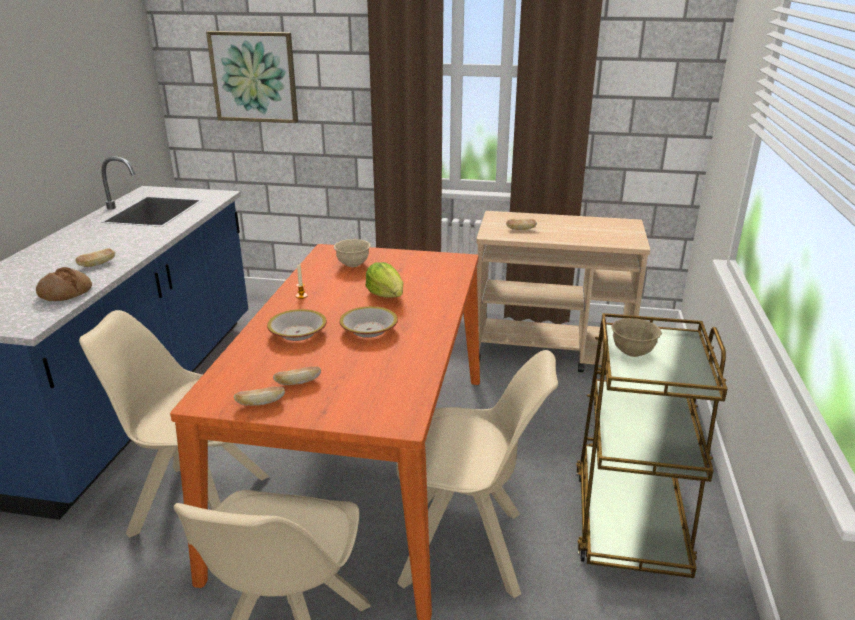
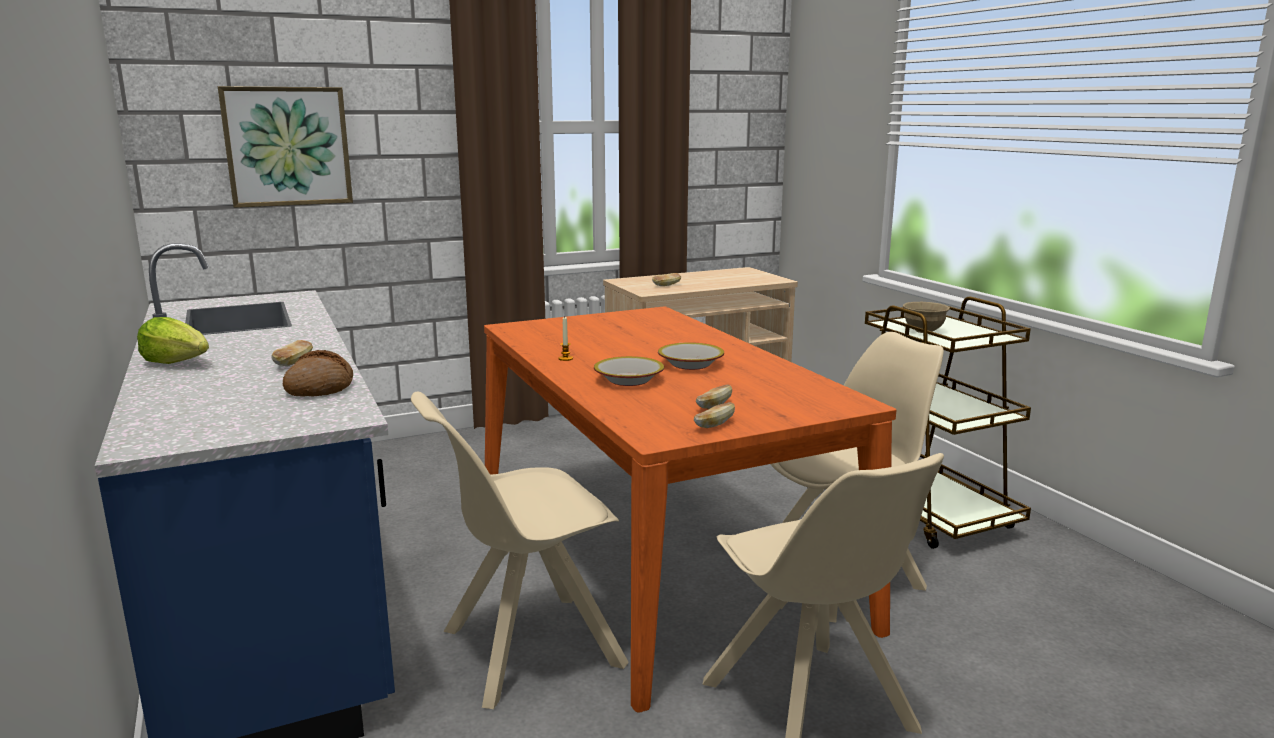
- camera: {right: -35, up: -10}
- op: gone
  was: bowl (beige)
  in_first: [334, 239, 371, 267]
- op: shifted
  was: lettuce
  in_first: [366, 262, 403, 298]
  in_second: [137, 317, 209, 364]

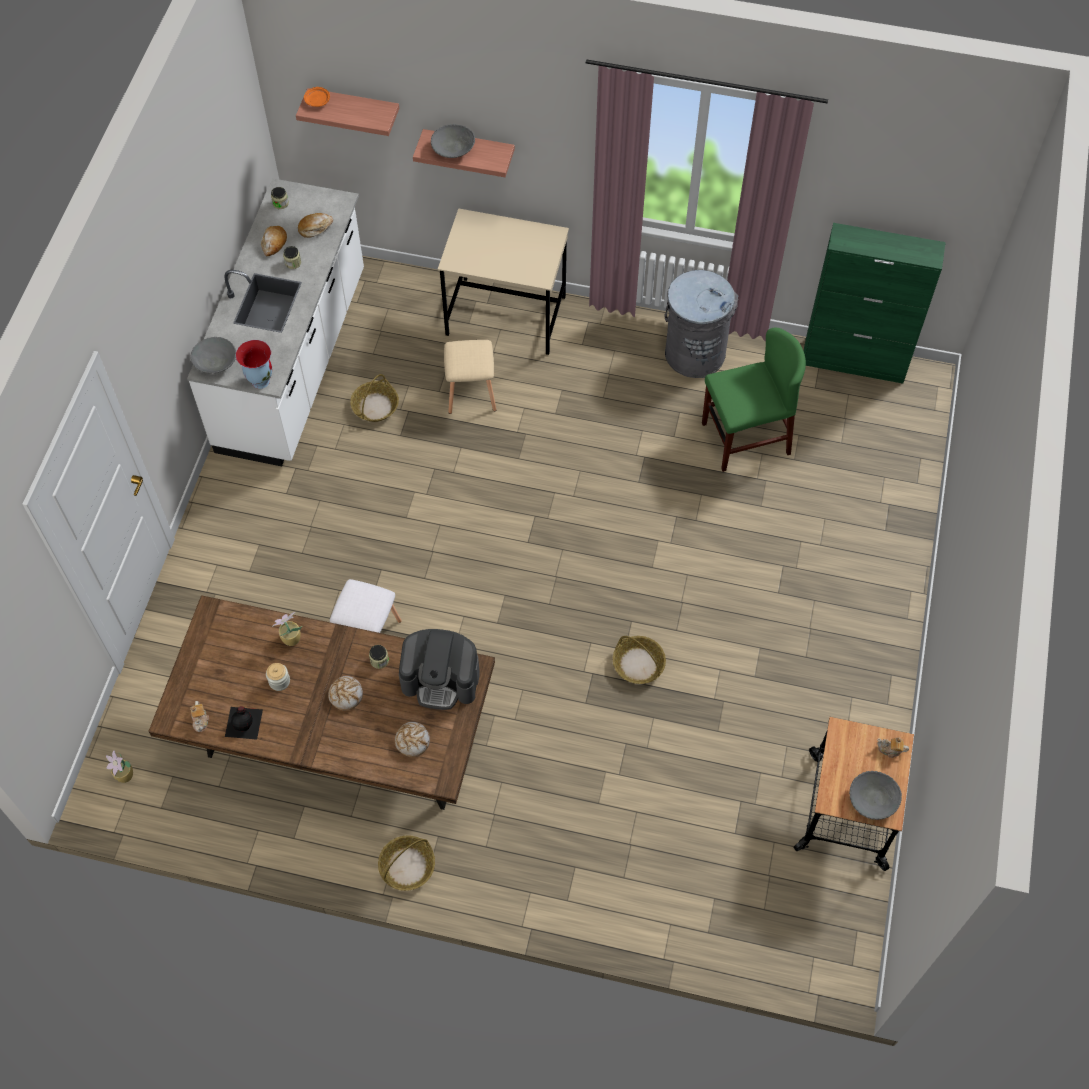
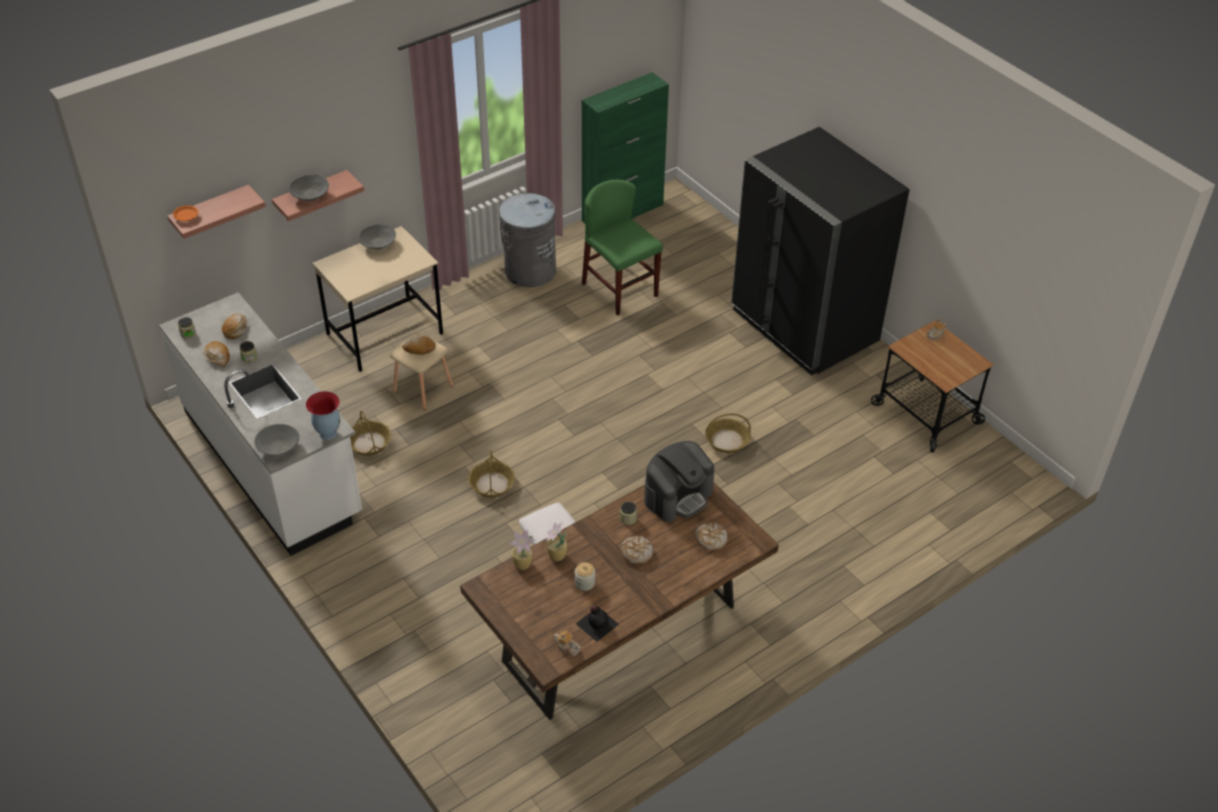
- camera: {right: -50, up: -15}
- op: rotated
  was: chair (green)
  in_first: [702, 328, 806, 472]
  in_second: [582, 180, 663, 316]
  clockwise: -60
- op: shifted
  was: potted plant
  in_first: [106, 750, 133, 783]
  in_second: [510, 530, 535, 570]
- op: shifted
  was: bowl (grey)
  in_first: [849, 771, 902, 820]
  in_second: [358, 224, 396, 250]
- op: shifted
  was: basket
  in_first: [378, 835, 435, 891]
  in_second: [468, 450, 515, 498]
- op: new
  now: fridge (black)
  in_second: [731, 127, 910, 376]
- op: new
  now: bread
  in_second: [402, 336, 436, 355]

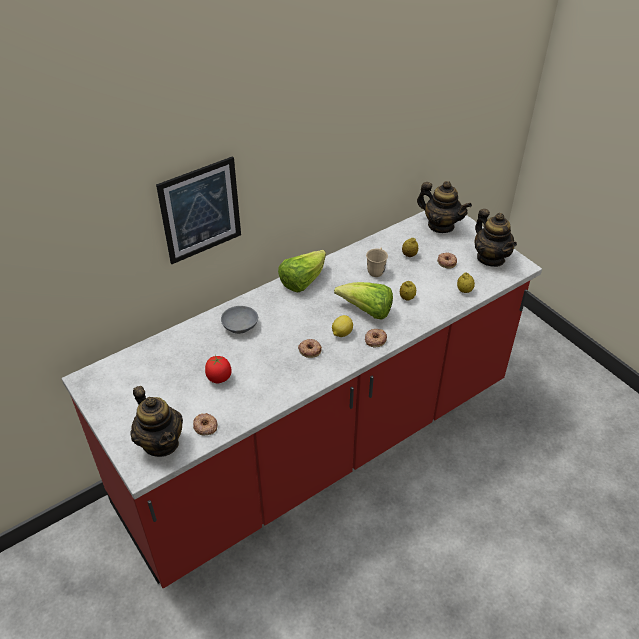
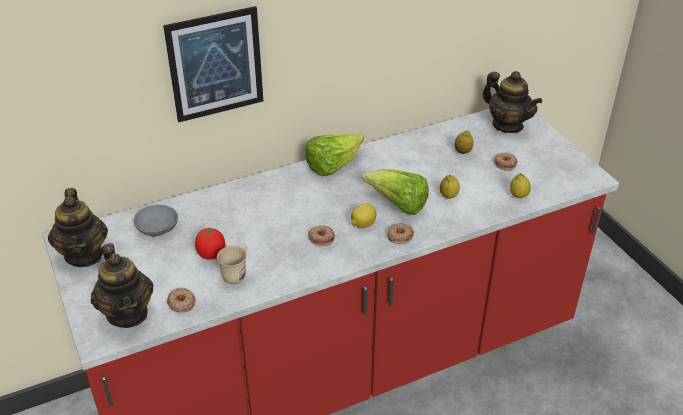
- camera: {right: 10, up: -5}
- op: shifted
  was: teapot
  in_first: [474, 209, 517, 267]
  in_second: [48, 188, 108, 267]
- op: shifted
  was: mug (beige)
  in_first: [366, 248, 388, 277]
  in_second: [217, 245, 247, 285]
- op: shifted
  was: bowl (grey)
  in_first: [221, 306, 258, 334]
  in_second: [134, 205, 178, 236]

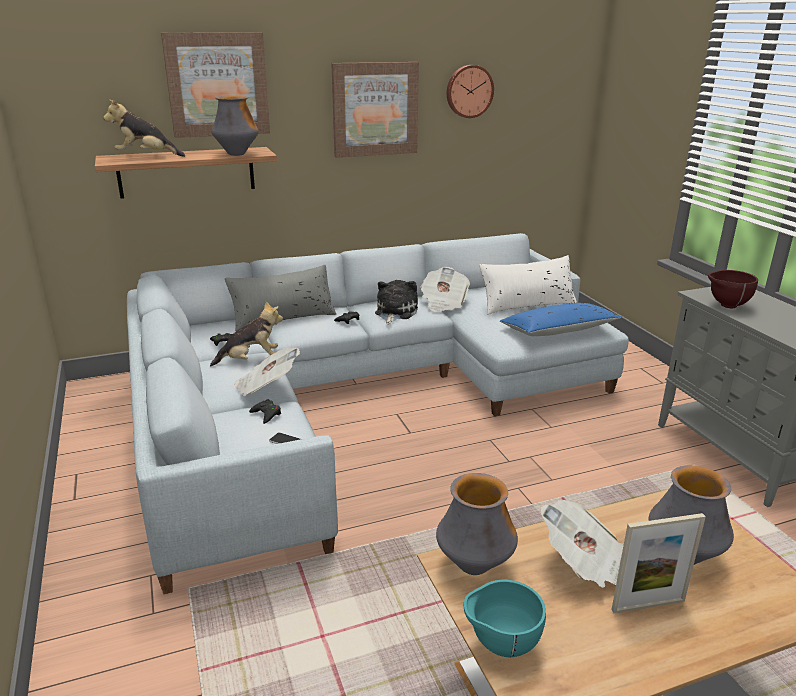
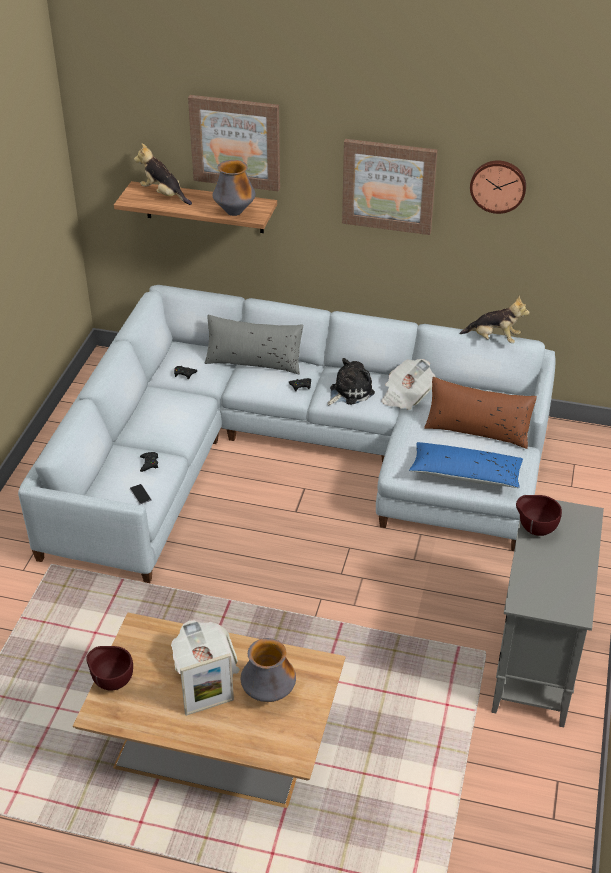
- camera: {right: 35, up: 15}
- op: repainted
  was: pillow (white)
  now: pillow (brown)
  in_first: [479, 255, 577, 315]
  in_second: [424, 377, 537, 449]
- op: shifted
  was: plush toy
  in_first: [210, 301, 283, 367]
  in_second: [460, 296, 530, 343]
- op: gone
  was: newspaper
  in_first: [234, 346, 300, 396]
- op: gone
  was: vase
  in_first: [436, 473, 518, 575]
- op: rotated
  was: picture frame
  in_first: [611, 513, 706, 613]
  in_second: [180, 653, 234, 716]
  clockwise: -45
- op: repainted
  was: bowl (turquoise)
  now: bowl (brown)
  in_first: [464, 579, 546, 657]
  in_second: [86, 646, 133, 691]

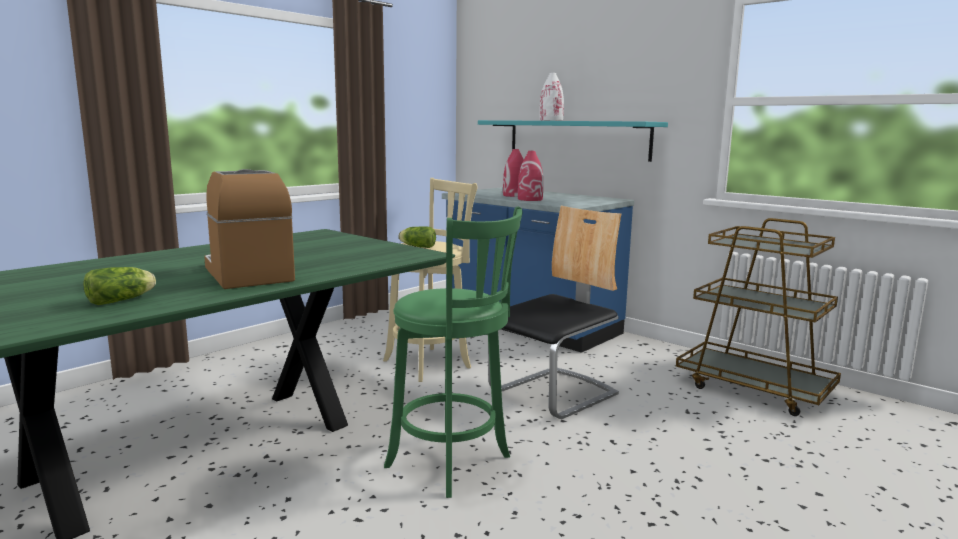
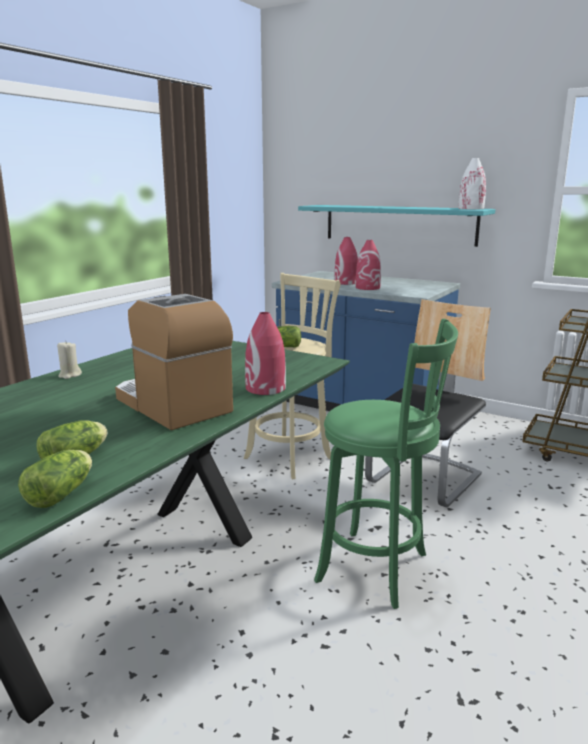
- camera: {right: -10, up: 5}
- op: shifted
  was: vase (white)
  in_first: [539, 73, 564, 121]
  in_second: [458, 158, 486, 209]
- op: new
  now: vase (red)
  in_second: [245, 312, 286, 395]
- op: new
  now: candle (beige)
  in_second: [57, 342, 82, 379]
- op: new
  now: lettuce
  in_second: [18, 450, 92, 508]

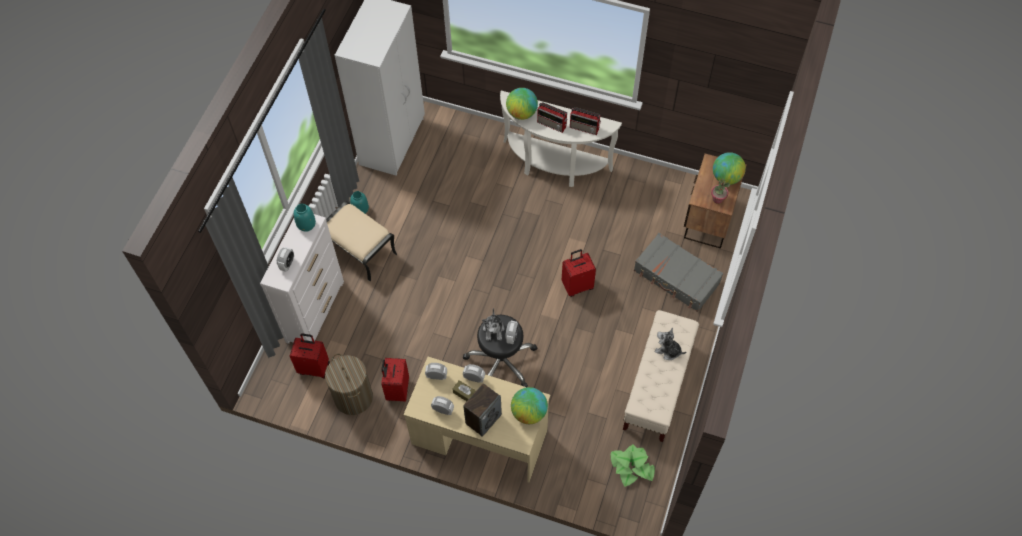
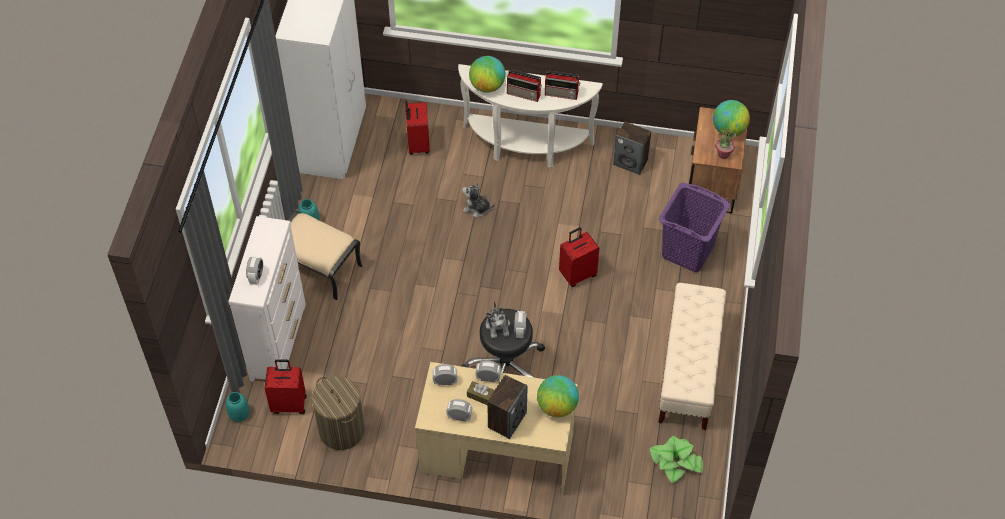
- camera: {right: -10, up: -5}
- op: shifted
  was: vase (turquoise)
  in_first: [294, 204, 316, 232]
  in_second: [226, 392, 250, 422]
- op: swapped
  was: suitcase (grey)
  now: laundry basket (purple)
  in_first: [634, 233, 723, 312]
  in_second: [659, 183, 730, 272]
- op: shifted
  was: plush toy
  in_first: [654, 328, 686, 360]
  in_second: [462, 181, 495, 217]
- op: shifted
  was: suitcase (red)
  in_first: [381, 358, 409, 402]
  in_second: [405, 101, 430, 155]
- op: new
  now: speaker
  in_second: [613, 122, 651, 175]

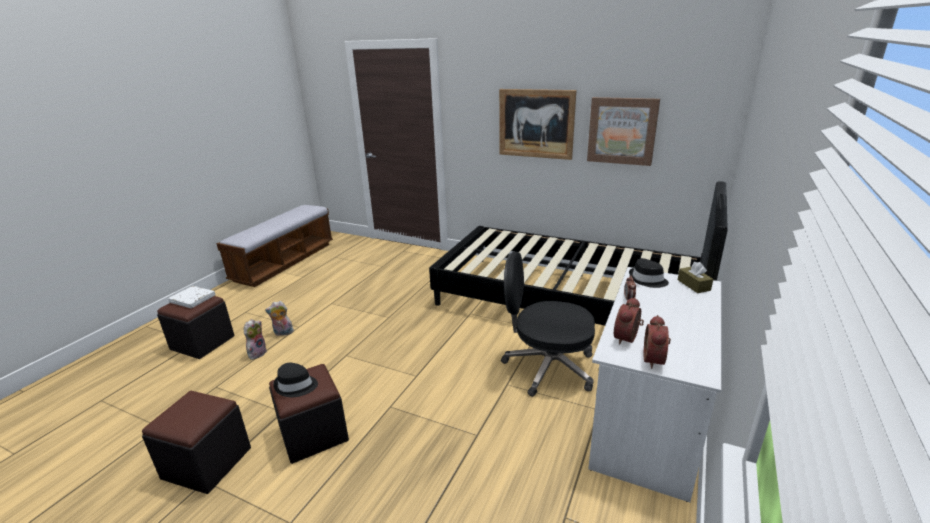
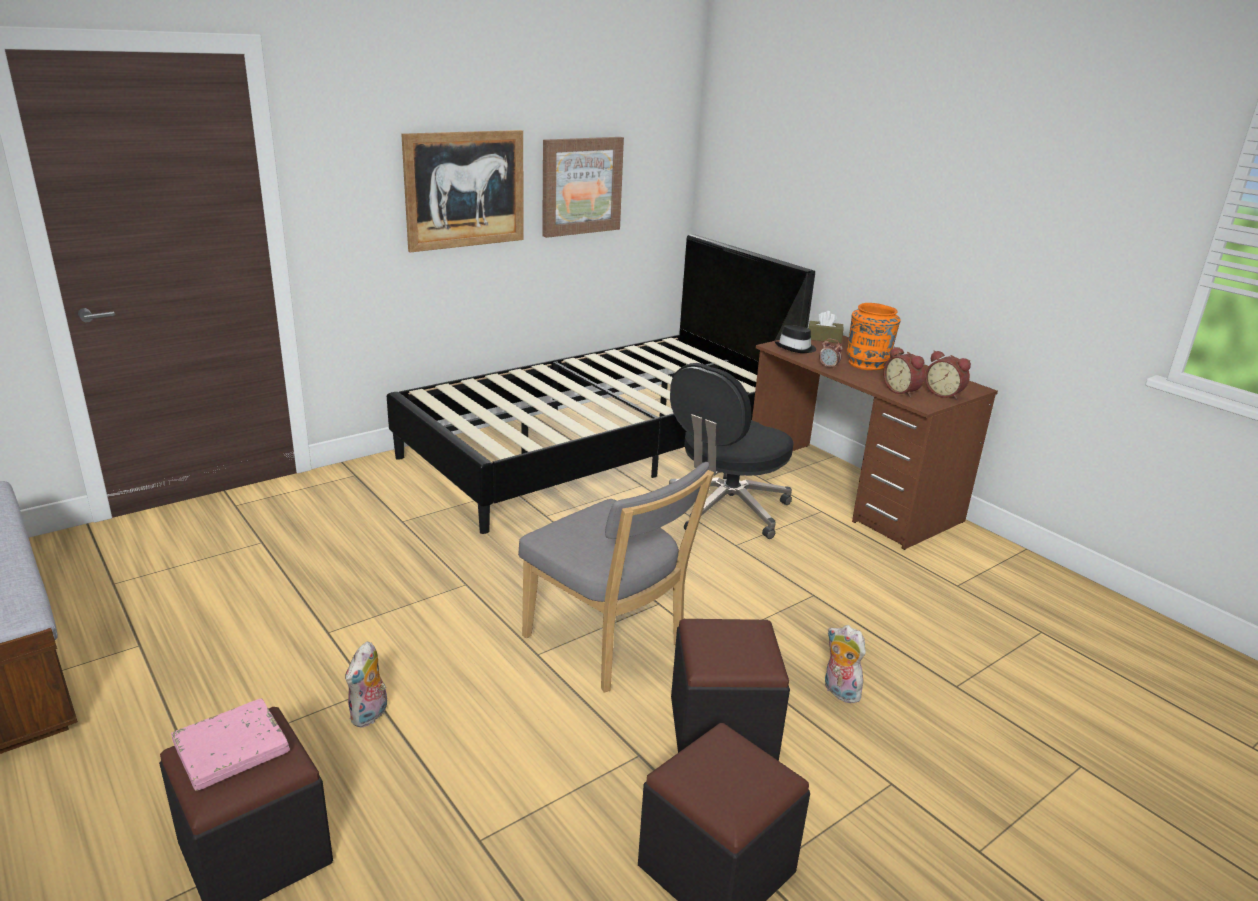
- camera: {right: -65, up: 0}
- op: repainted
  was: desk (white)
  now: desk (brown)
  in_first: [588, 267, 721, 502]
  in_second: [752, 335, 998, 550]
- op: repainted
  was: book (white)
  now: book (pink)
  in_first: [168, 286, 216, 308]
  in_second: [171, 698, 290, 791]
- op: shifted
  was: plush toy
  in_first: [244, 319, 267, 360]
  in_second: [825, 625, 866, 704]
- op: gone
  was: hat (black)
  in_first: [273, 363, 318, 397]
- op: new
  now: vase (orange)
  in_second: [846, 303, 901, 370]
- op: new
  now: chair (grey)
  in_second: [518, 462, 714, 693]

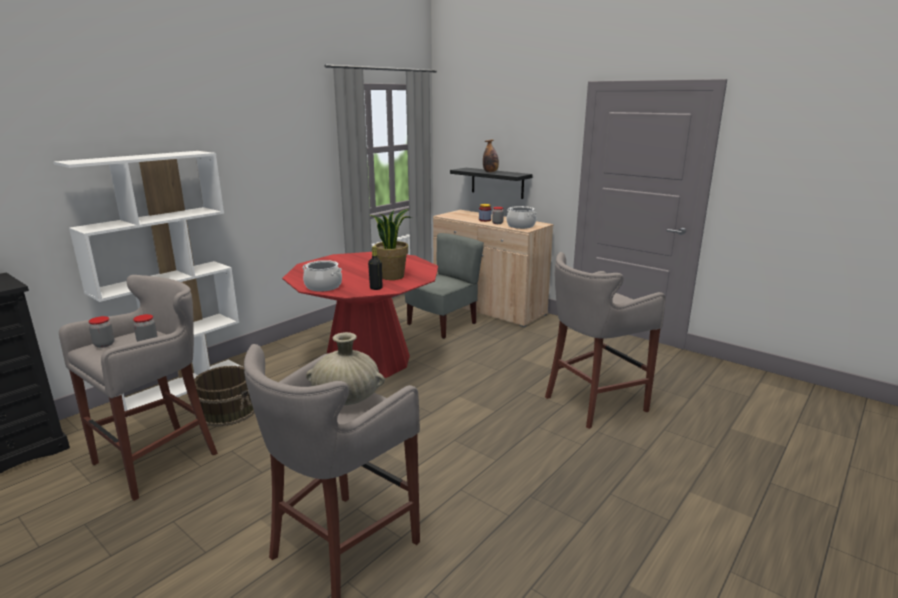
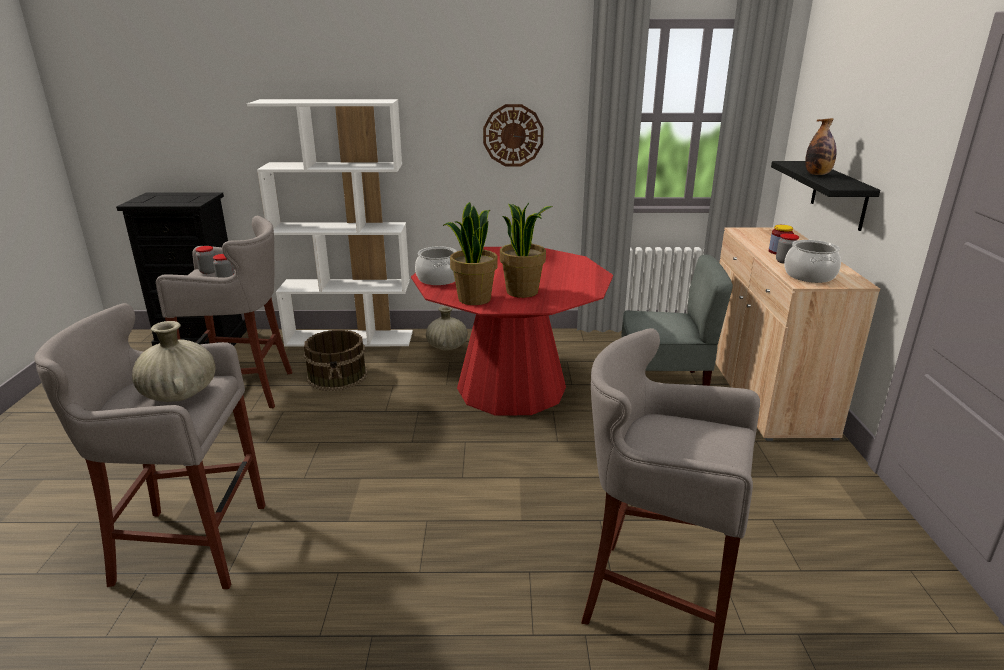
- camera: {right: 50, up: 5}
- op: swapped
  was: bottle (black)
  now: potted plant
  in_first: [368, 246, 382, 290]
  in_second: [443, 202, 498, 305]
- op: new
  now: wall clock
  in_second: [483, 104, 544, 166]
- op: new
  now: vase (beige)
  in_second: [426, 306, 468, 350]

